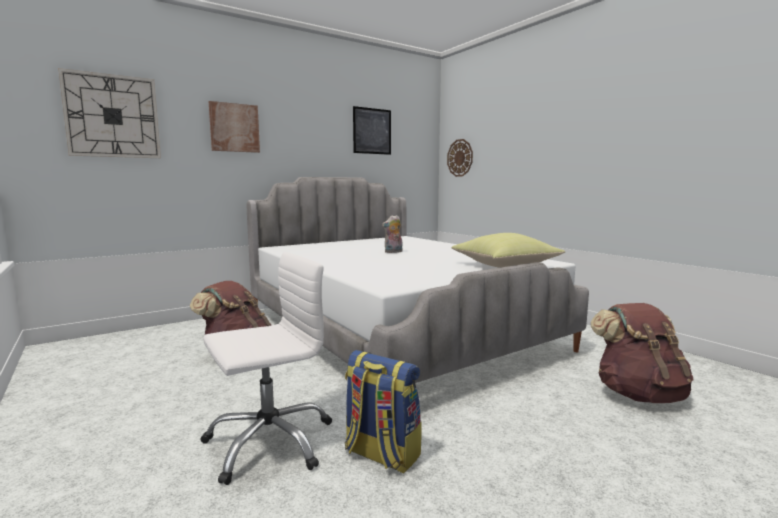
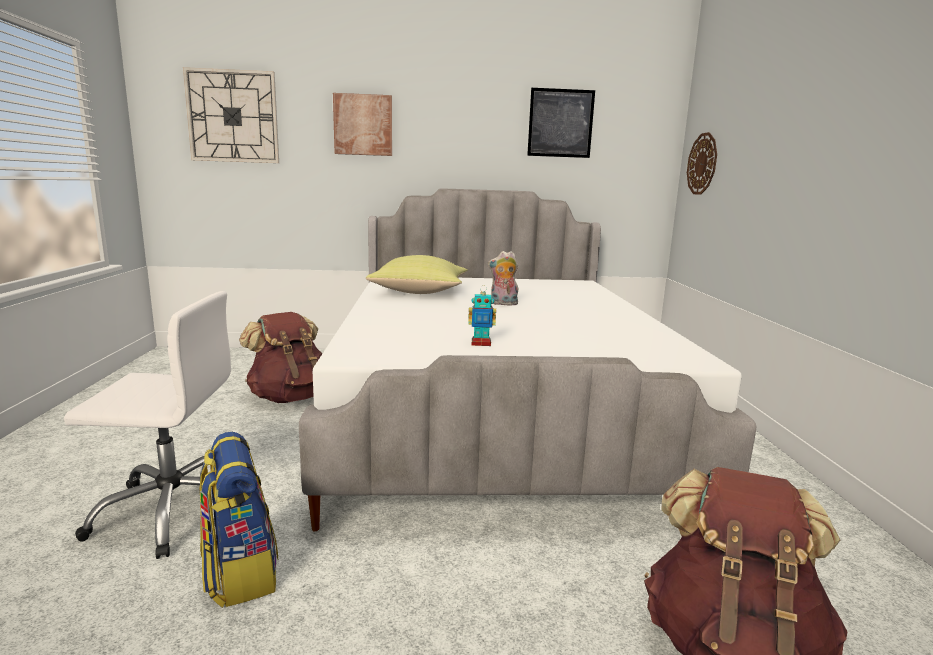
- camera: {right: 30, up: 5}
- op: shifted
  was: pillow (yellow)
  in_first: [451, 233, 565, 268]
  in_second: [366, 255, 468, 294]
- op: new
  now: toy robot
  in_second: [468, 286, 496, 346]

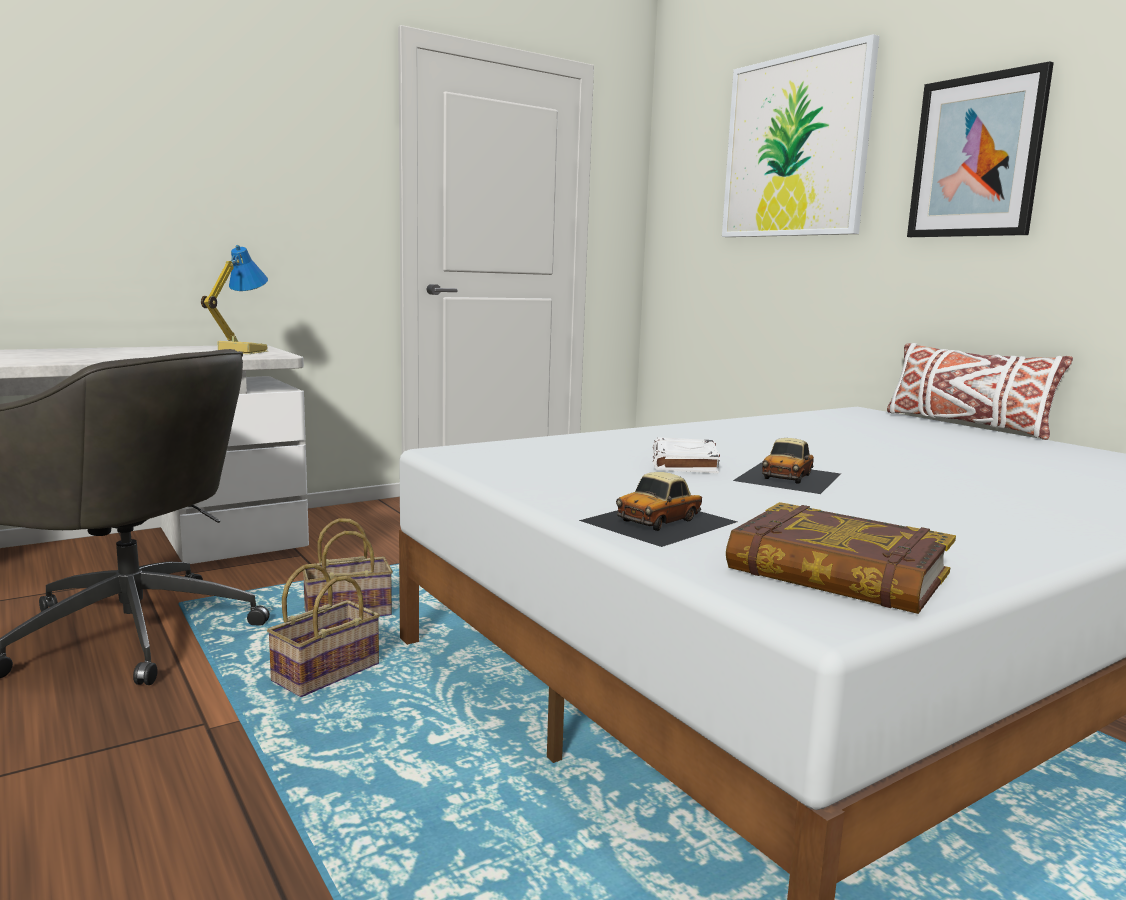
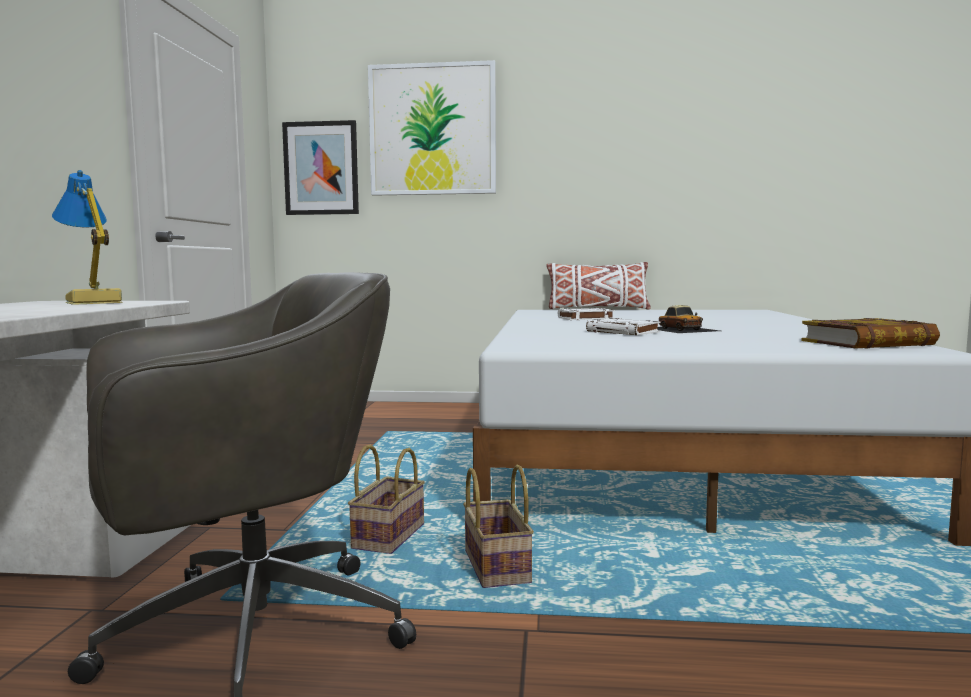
- camera: {right: -50, up: -5}
- op: shifted
  was: picture
  in_first: [907, 61, 1054, 237]
  in_second: [282, 120, 359, 215]
- op: gone
  was: toy car
  in_first: [579, 472, 738, 547]
- op: new
  now: book (white)
  in_second: [558, 308, 615, 320]

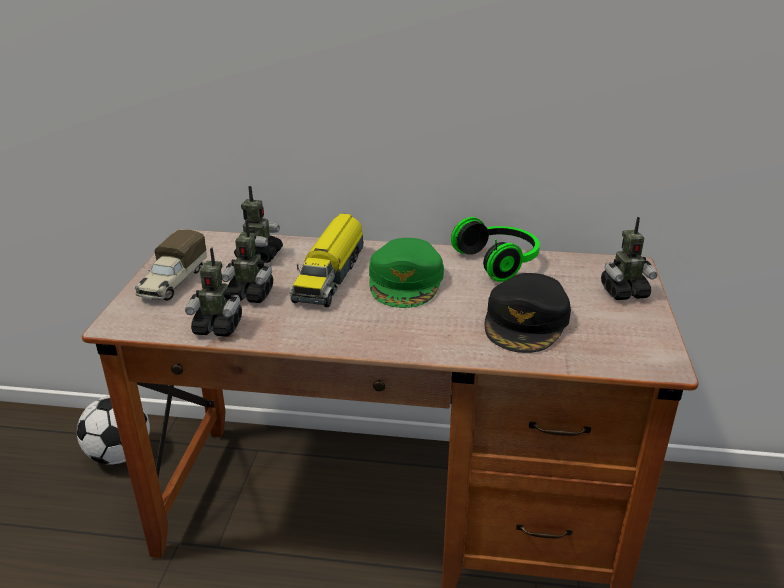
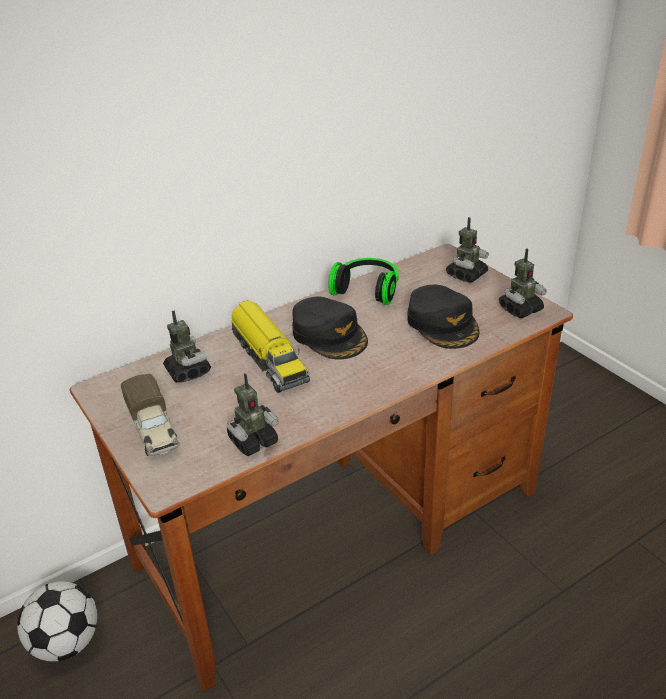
- camera: {right: -40, up: 5}
- op: shifted
  was: toy robot
  in_first: [222, 219, 273, 303]
  in_second: [499, 248, 547, 318]
- op: repainted
  was: cap (green)
  now: cap (black)
  in_first: [369, 238, 444, 308]
  in_second: [292, 297, 368, 360]

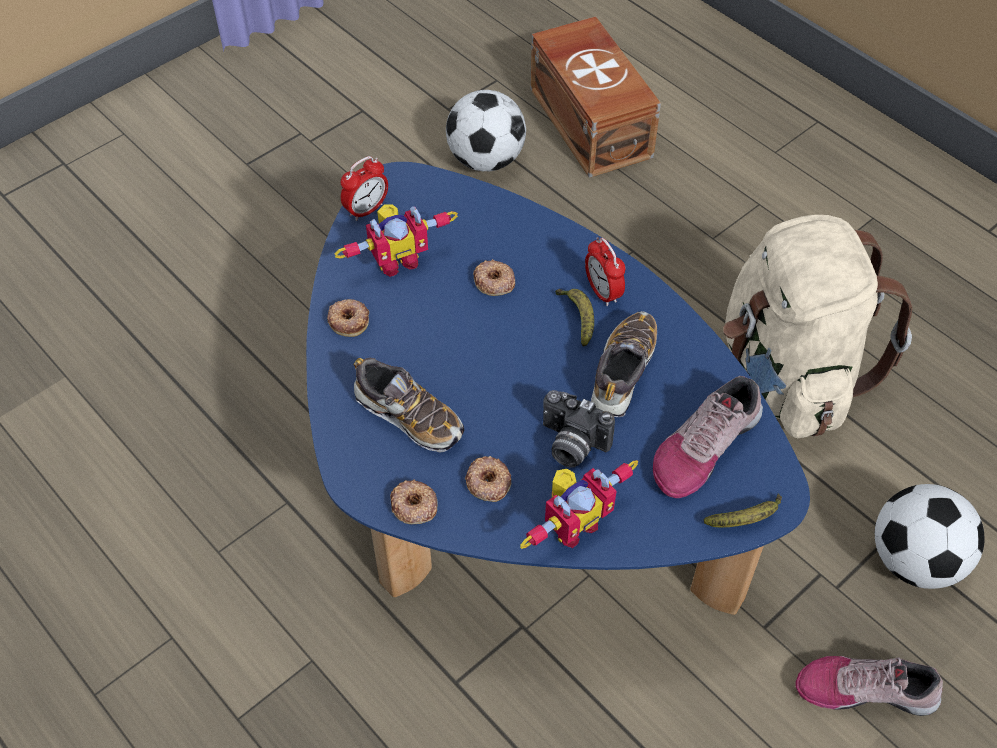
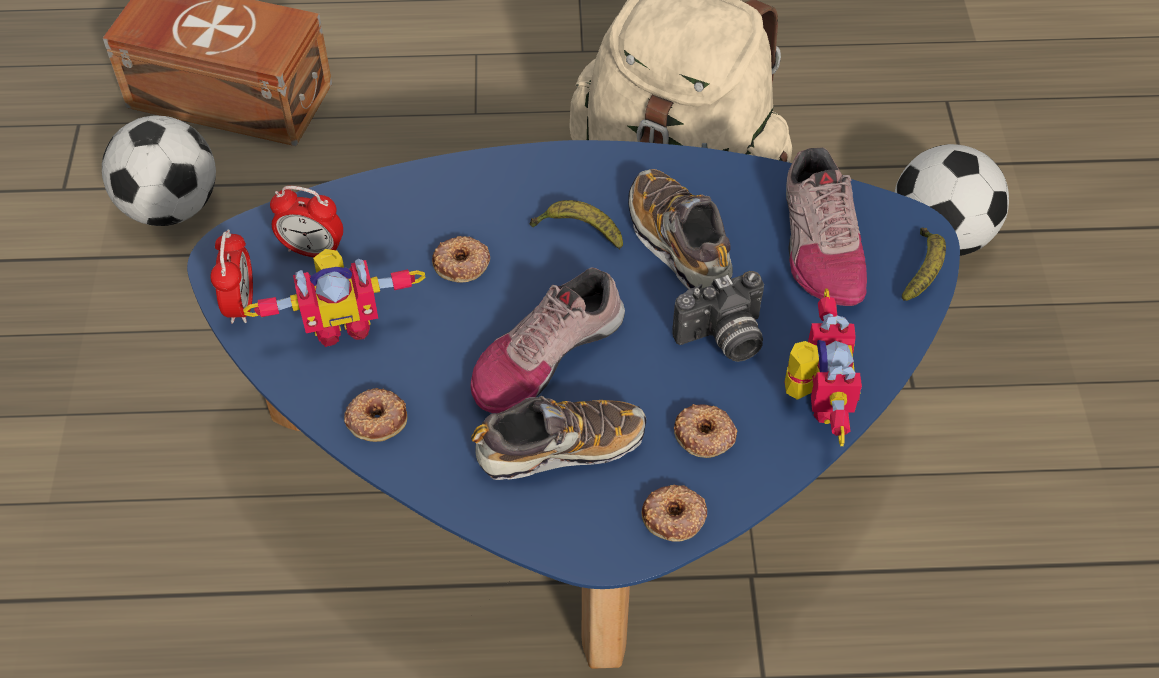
- camera: {right: -50, up: 0}
- op: rotated
  was: toy robot
  in_first: [335, 205, 458, 277]
  in_second: [243, 249, 426, 347]
  clockwise: 60
- op: shifted
  was: alarm clock
  in_first: [585, 237, 625, 306]
  in_second: [270, 186, 343, 257]
- op: shifted
  was: shoe
  in_first: [795, 656, 943, 716]
  in_second: [470, 267, 625, 413]

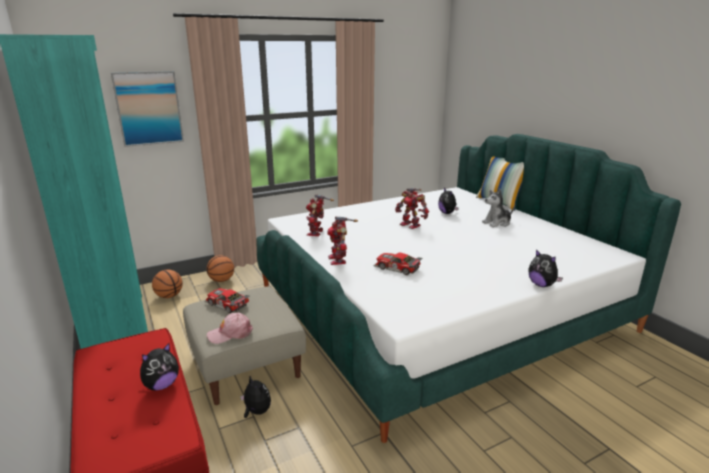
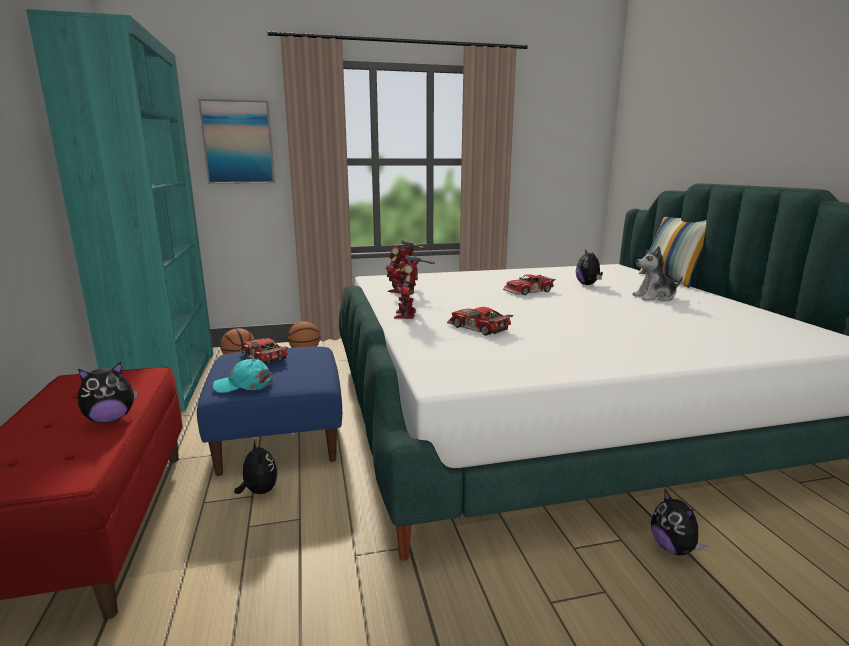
- camera: {right: 15, up: -5}
- op: swapped
  was: toy robot
  now: toy car
  in_first: [395, 188, 429, 229]
  in_second: [503, 274, 556, 295]
- op: shifted
  was: plush toy
  in_first: [528, 249, 563, 287]
  in_second: [651, 490, 707, 555]
- op: repainted
  was: ottoman (beige)
  now: ottoman (blue)
  in_first: [183, 287, 306, 405]
  in_second: [197, 347, 342, 476]
- op: repainted
  was: cap (pink)
  now: cap (turquoise)
  in_first: [207, 313, 253, 344]
  in_second: [213, 359, 273, 393]

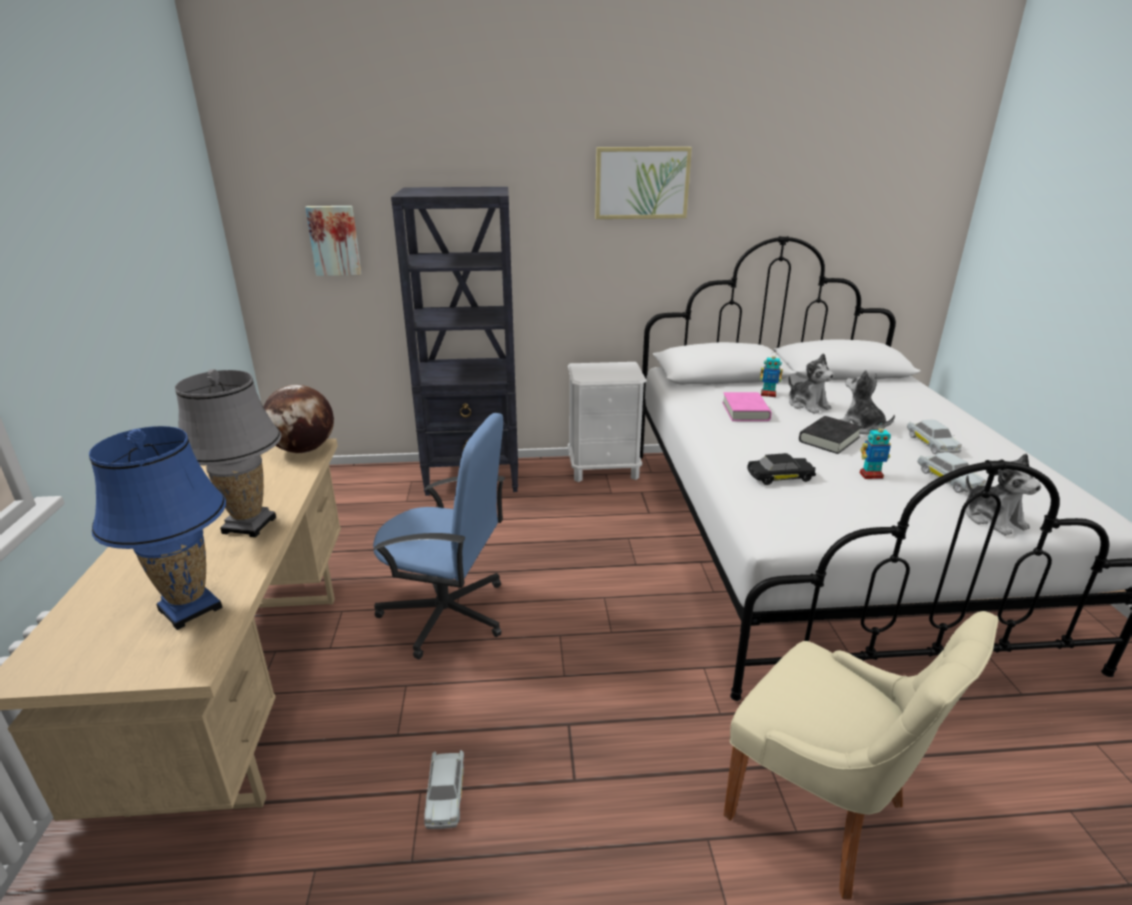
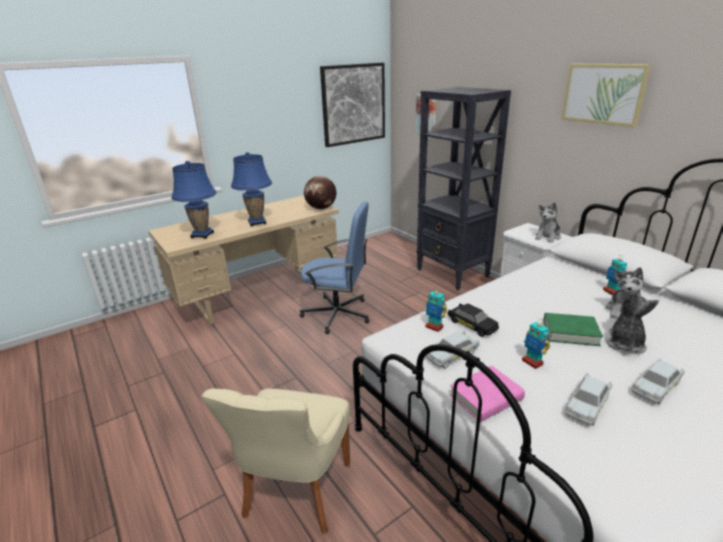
- camera: {right: 60, up: 0}
- op: repainted
  was: table lamp (grey)
  now: table lamp (blue)
  in_first: [175, 369, 282, 537]
  in_second: [231, 152, 272, 227]
- op: shifted
  was: book (pink)
  in_first: [722, 392, 772, 421]
  in_second: [450, 366, 525, 422]
- op: rotated
  was: office chair (blue)
  in_first: [373, 413, 505, 659]
  in_second: [300, 202, 369, 334]
  clockwise: -60
- op: repainted
  was: book (black)
  now: book (green)
  in_first: [799, 416, 862, 454]
  in_second: [544, 313, 603, 346]
- op: shifted
  was: plush toy
  in_first: [966, 453, 1041, 536]
  in_second: [535, 202, 561, 243]
- op: shifted
  was: toy car (white)
  in_first: [424, 750, 464, 829]
  in_second: [426, 331, 480, 368]
- op: new
  now: picture
  in_second: [320, 63, 385, 147]
- op: new
  now: toy robot
  in_second: [425, 287, 447, 332]

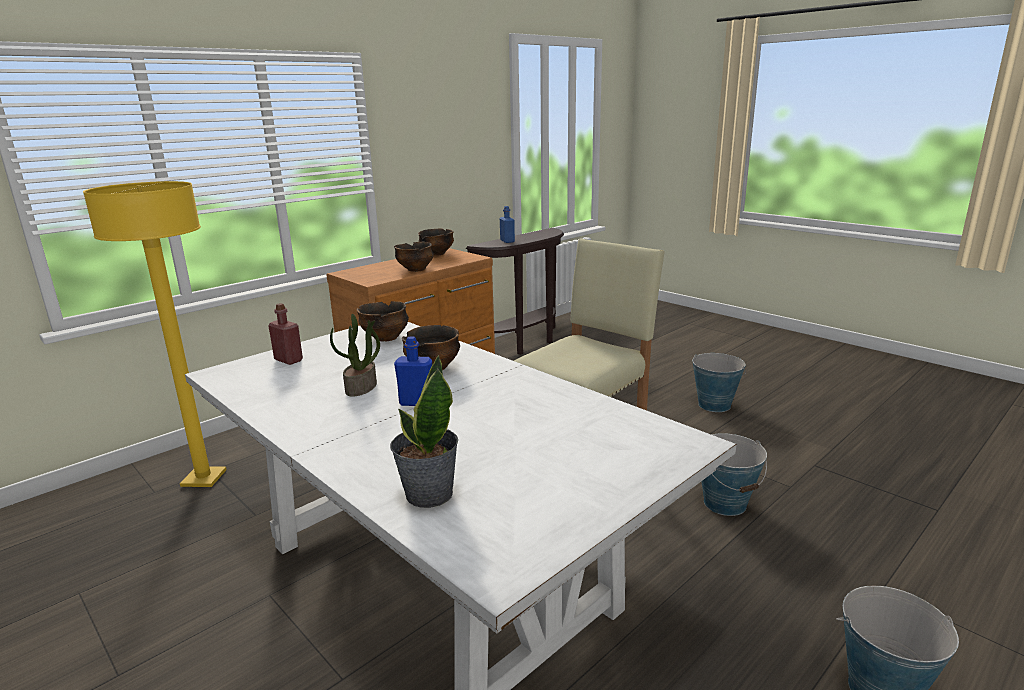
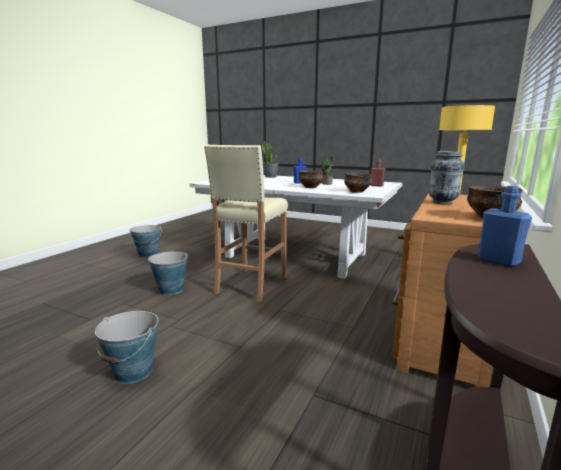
- camera: {right: 160, up: -5}
- op: swapped
  was: bowl
  now: vase
  in_first: [394, 242, 434, 272]
  in_second: [429, 151, 465, 205]

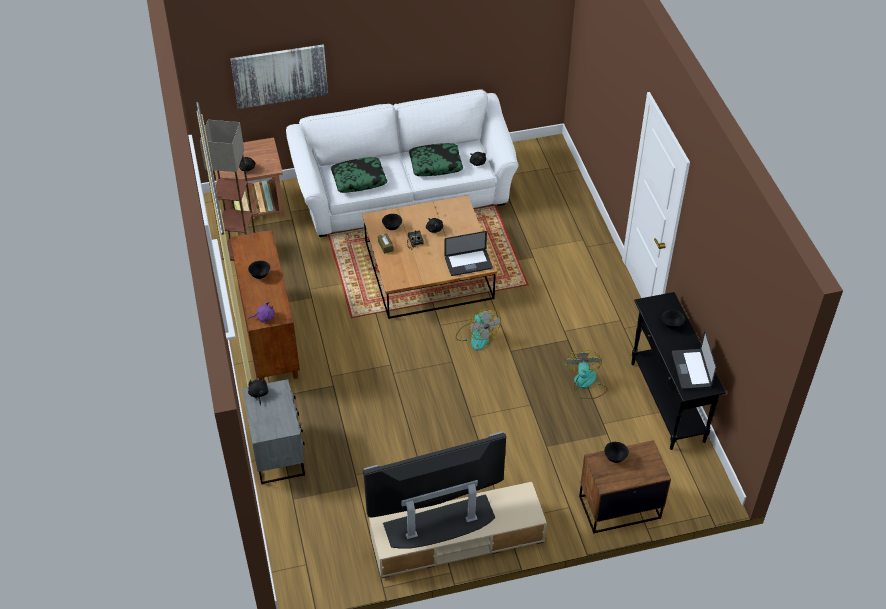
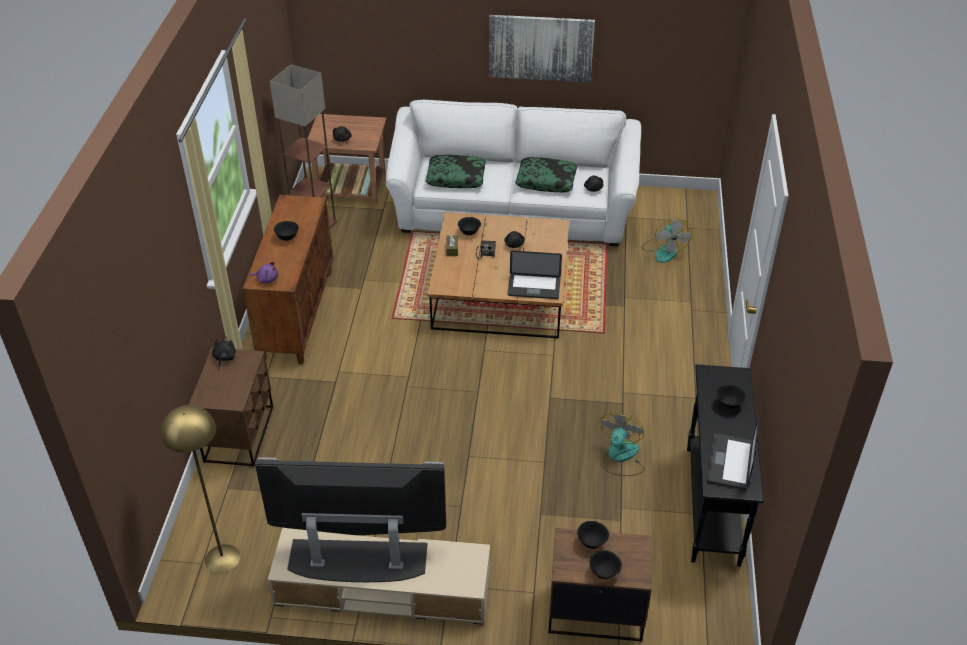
- camera: {right: 20, up: -5}
- op: shifted
  was: picture
  in_first: [230, 44, 328, 109]
  in_second: [489, 15, 595, 82]
- op: shifted
  was: fan
  in_first: [456, 309, 501, 350]
  in_second: [642, 218, 692, 263]
- op: repainted
  was: nightstand (grey)
  now: nightstand (brown)
  in_first: [242, 379, 305, 484]
  in_second: [188, 347, 273, 467]
- op: new
  now: floor lamp (yellow)
  in_second: [161, 405, 240, 574]
- op: new
  now: bowl (black)
  in_second: [589, 550, 622, 579]

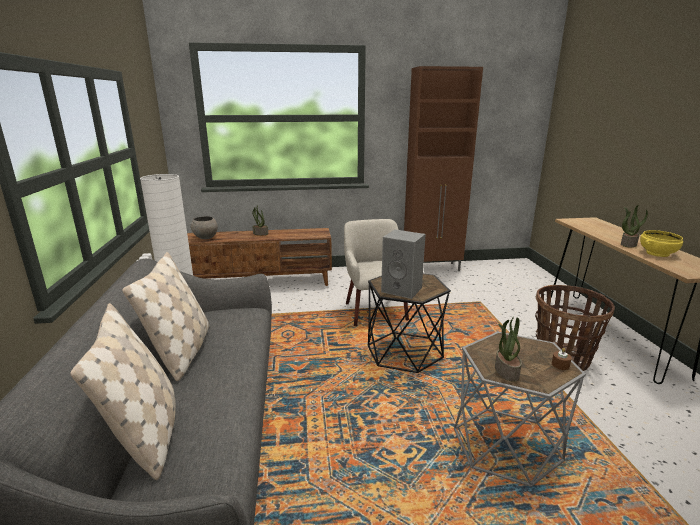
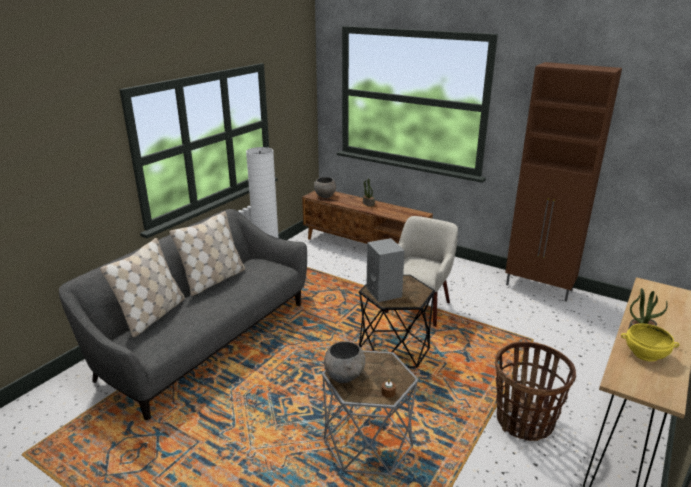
- camera: {right: 40, up: 5}
- op: swapped
  was: potted plant
  now: bowl (grey)
  in_first: [495, 317, 522, 382]
  in_second: [324, 341, 365, 383]

